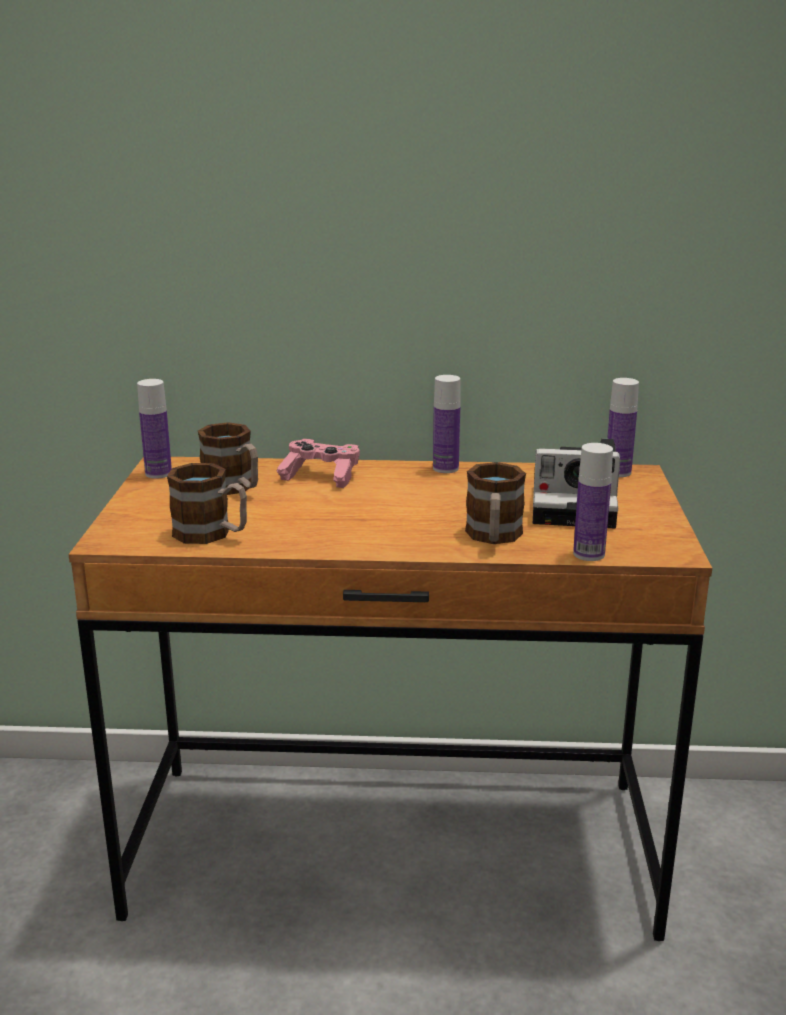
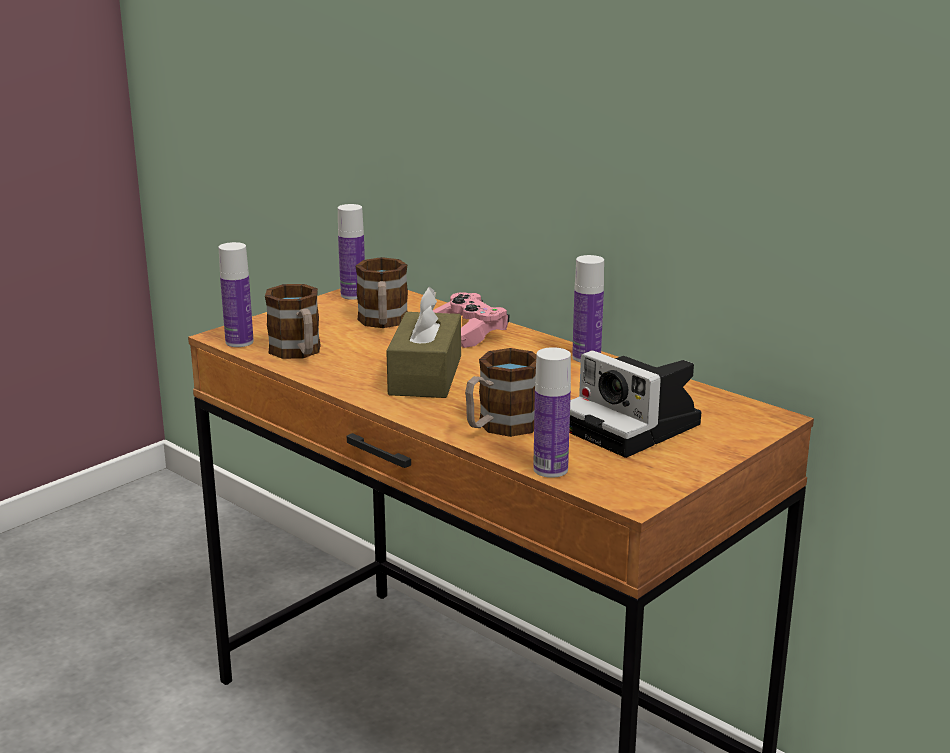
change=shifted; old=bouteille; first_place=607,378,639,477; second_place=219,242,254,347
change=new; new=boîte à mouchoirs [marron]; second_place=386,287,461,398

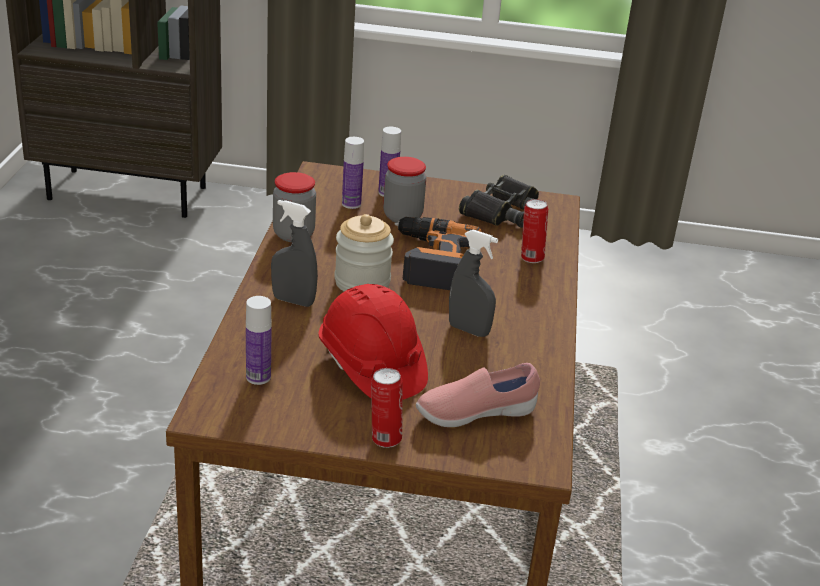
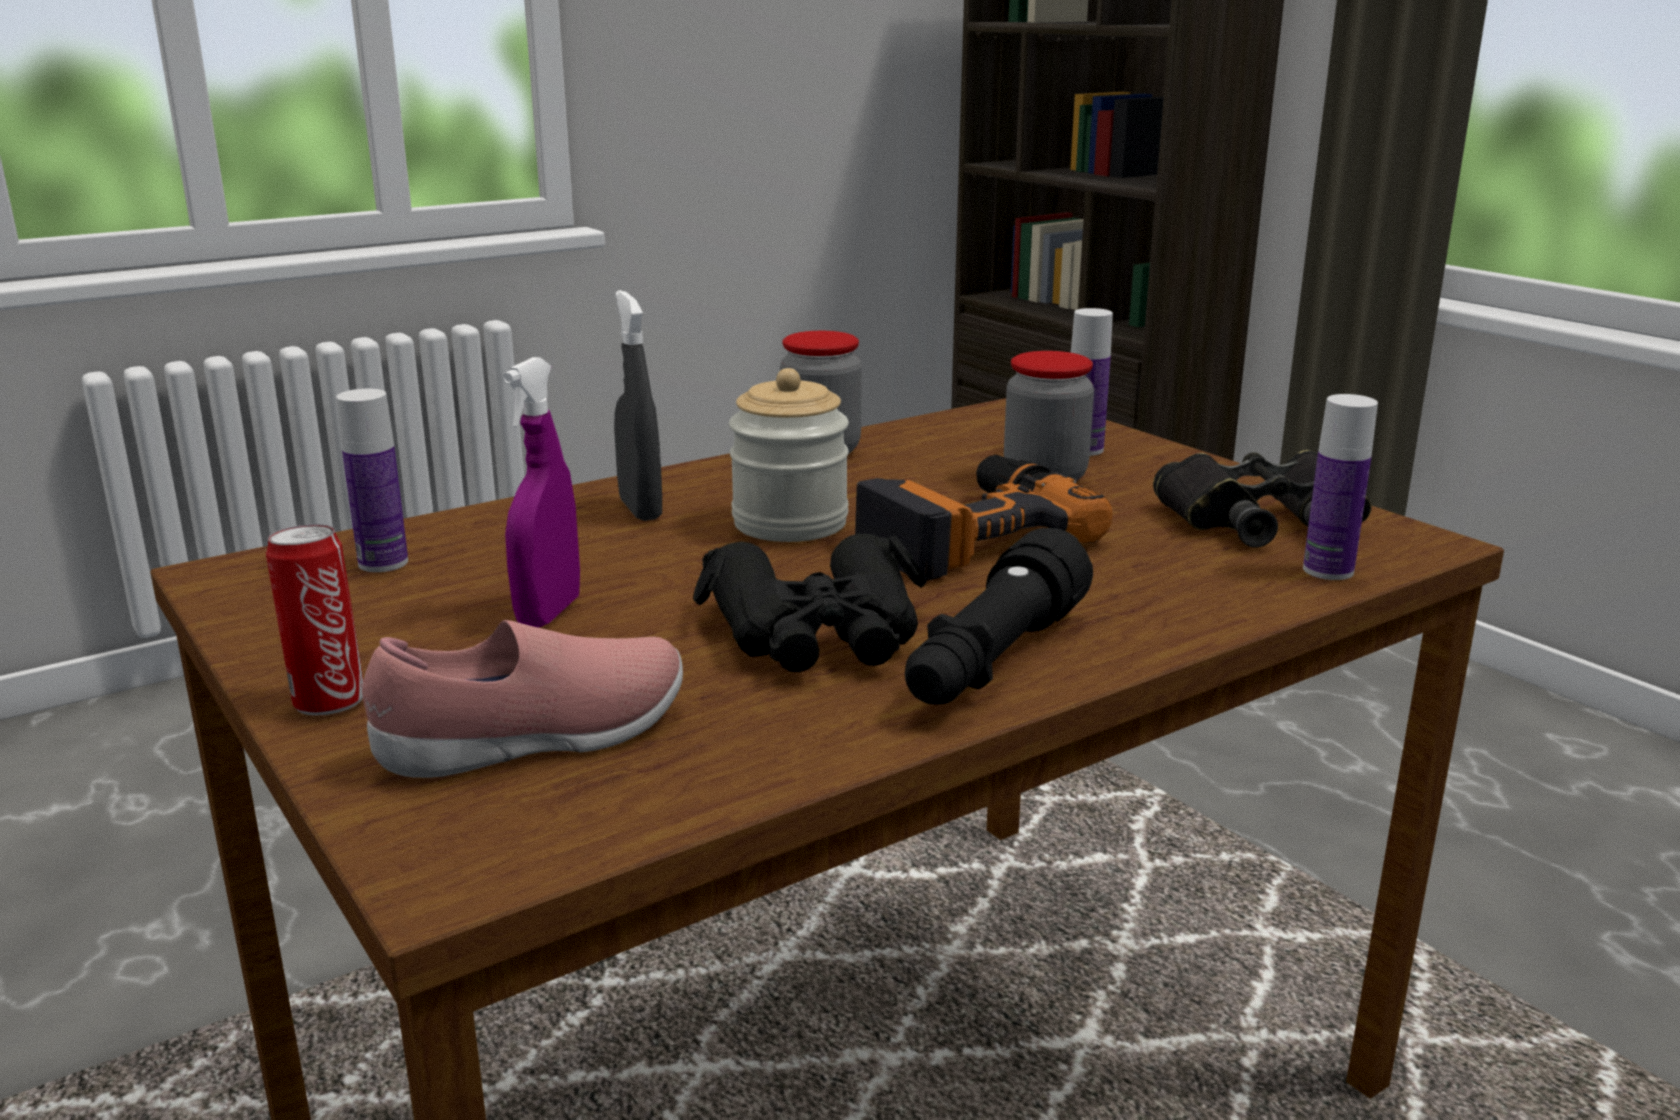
change=shifted; old=bouteille; first_place=342,137,364,209; second_place=1303,394,1378,580
change=gone; old=boîte métallique; first_place=521,199,548,263
change=swapped; old=vaporisateur [gris]; new=jumelles [noir]; first_place=449,229,498,337; second_place=693,534,926,672
change=swapped; old=casque de chantier [rouge]; new=vaporisateur [violet]; first_place=319,284,428,400; second_place=503,357,580,628
change=rotated; old=chaussure [rose]; first_place=416,363,540,427; second_place=362,620,683,778; degrees=120
change=new; new=lampe de poche [noir]; second_place=905,528,1093,705

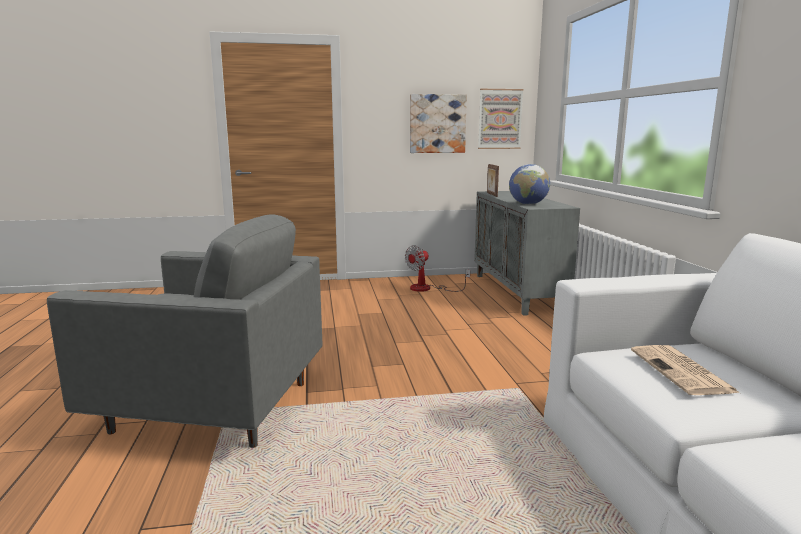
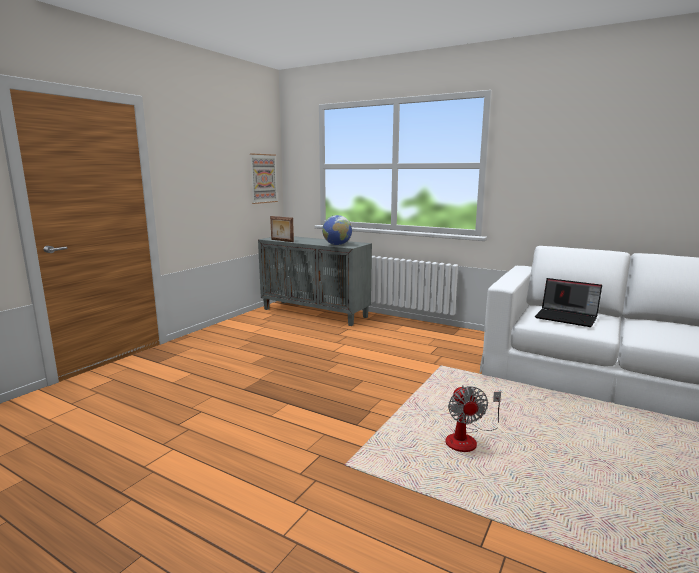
change=gone; old=tableau; first_place=410,94,467,153
change=gone; old=fauteuil [gris]; first_place=47,214,323,448
change=shifted; old=ventilateur; first_place=405,245,470,292; second_place=446,385,501,452
change=swapped; old=journal; new=ordinateur portable; first_place=631,345,740,395; second_place=535,278,602,327

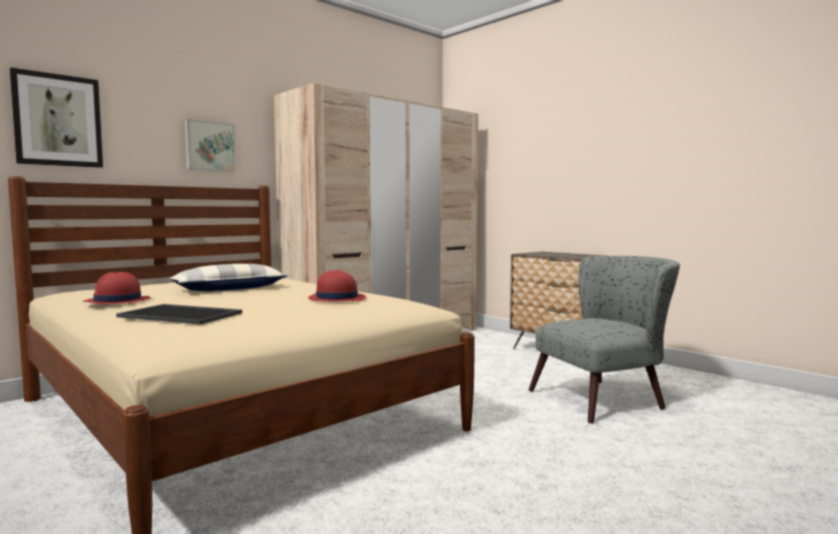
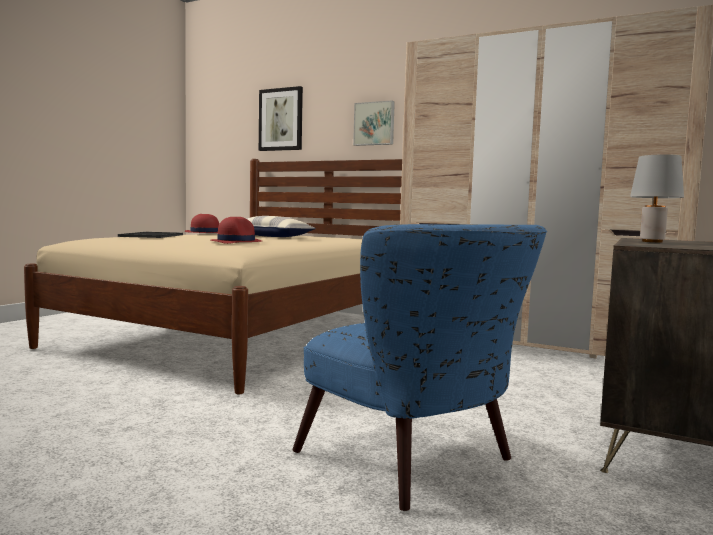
change=repainted; old=fauteuil [gris]; new=fauteuil [bleu]; first_place=529,256,680,424; second_place=293,224,547,511
change=new; new=lampe de table [gris]; second_place=630,154,684,243

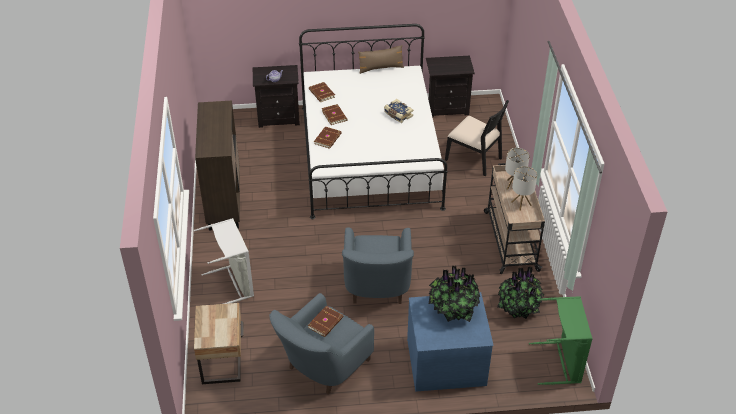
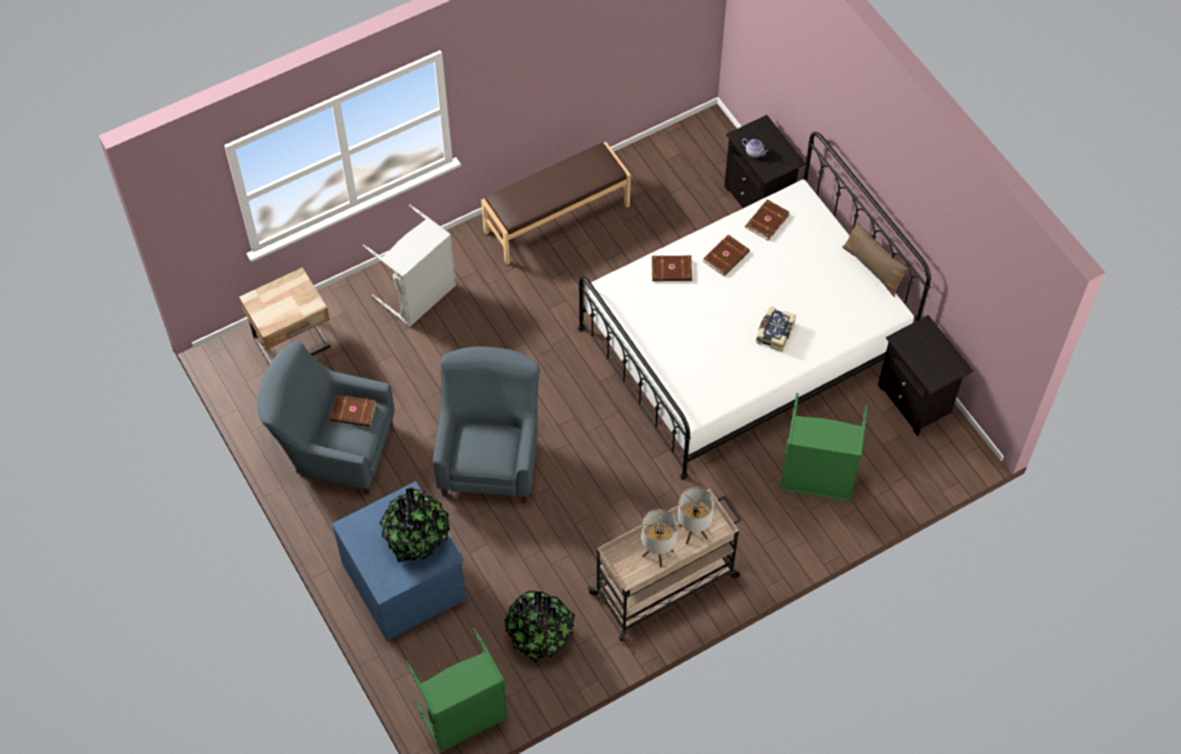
change=swapped; old=chaise [noir]; new=panier à linge [vert]; first_place=445,100,509,176; second_place=780,393,868,501
change=swapped; old=meuble de rangement [marron]; new=banc [marron]; first_place=195,101,240,231; second_place=481,142,631,265
change=rotated; old=fauteuil [bleu]; first_place=342,227,414,304; second_place=433,347,540,503; degrees=120

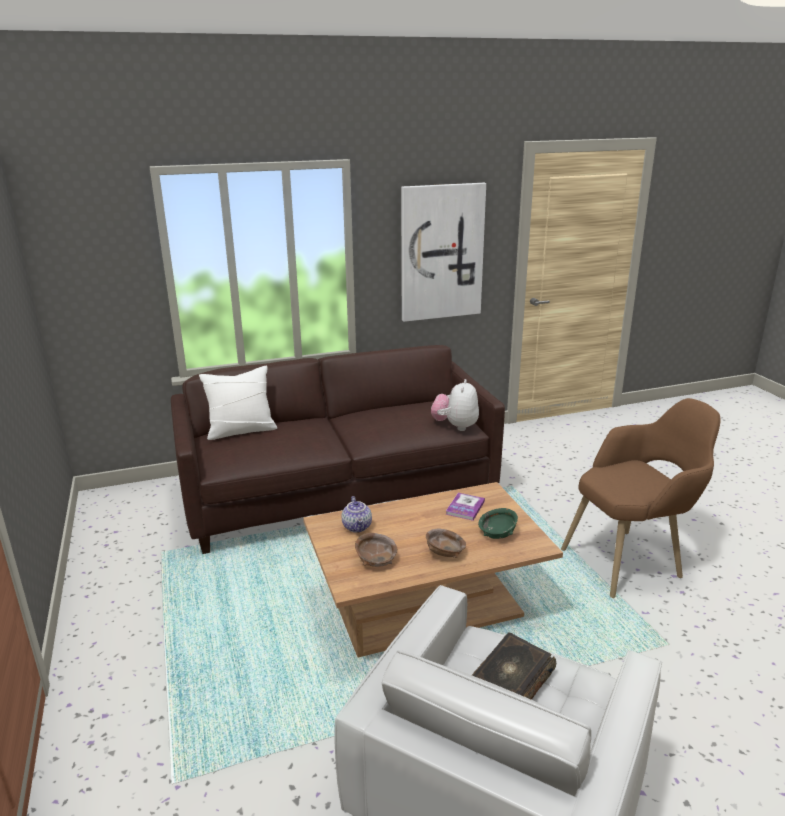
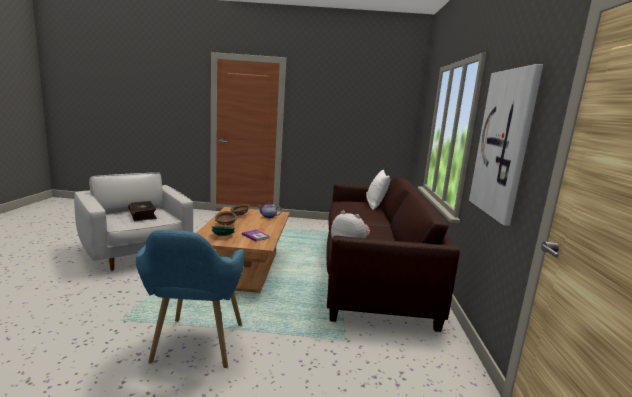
change=repainted; old=fauteuil [marron]; new=fauteuil [bleu]; first_place=561,398,721,598; second_place=136,230,244,368

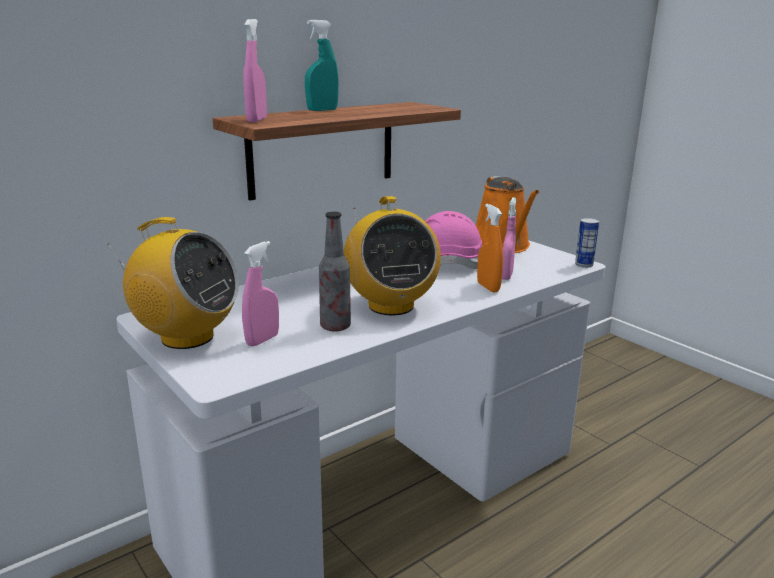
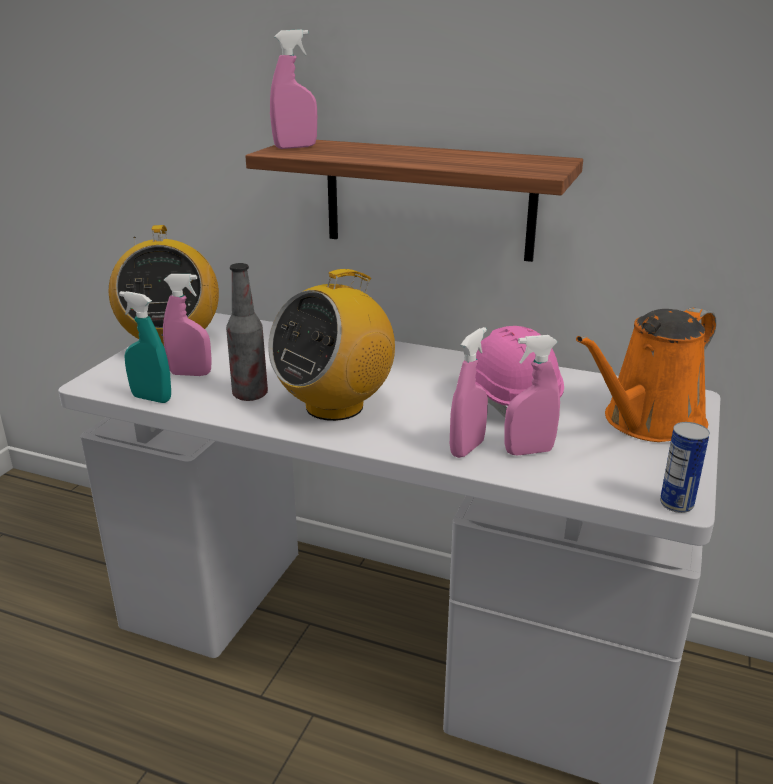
change=shifted; old=vaporisateur [turquoise]; first_place=305,20,339,111; second_place=119,291,171,403
change=repainted; old=vaporisateur [orange]; new=vaporisateur [rose]; first_place=477,204,503,292; second_place=450,327,488,458

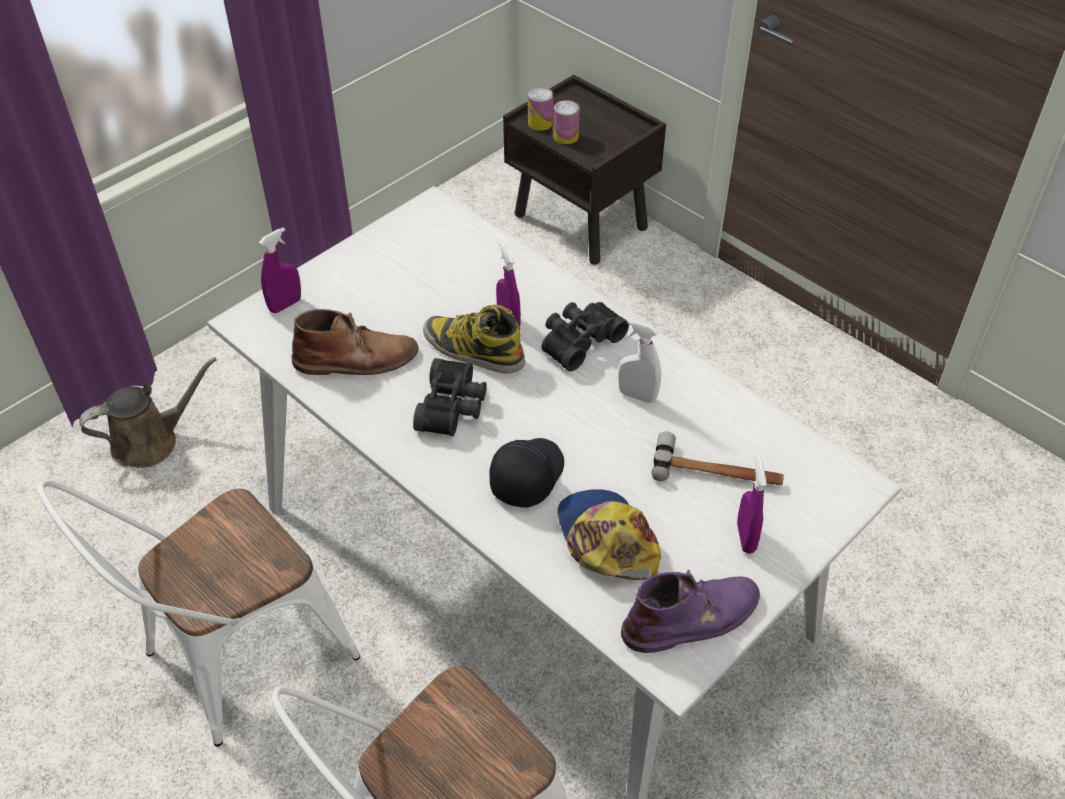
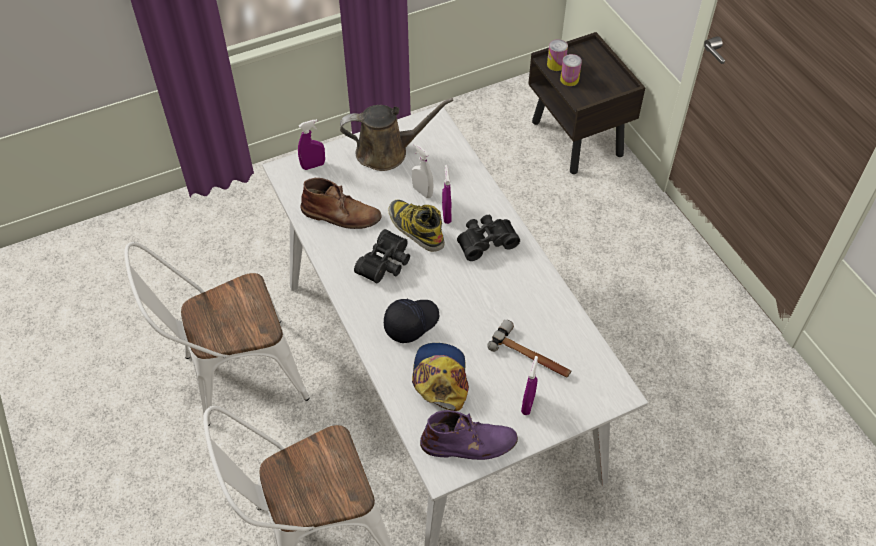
change=shifted; old=vaporisateur [blanc]; first_place=618,320,661,403; second_place=412,143,433,198
change=shifted; old=arrosoir [marron]; first_place=79,357,217,468; second_place=340,98,453,171

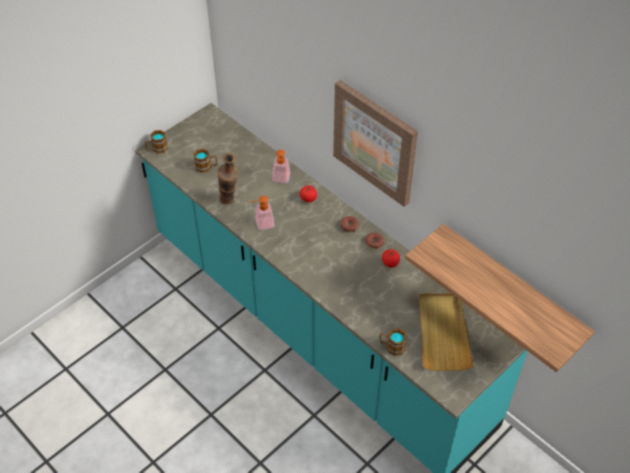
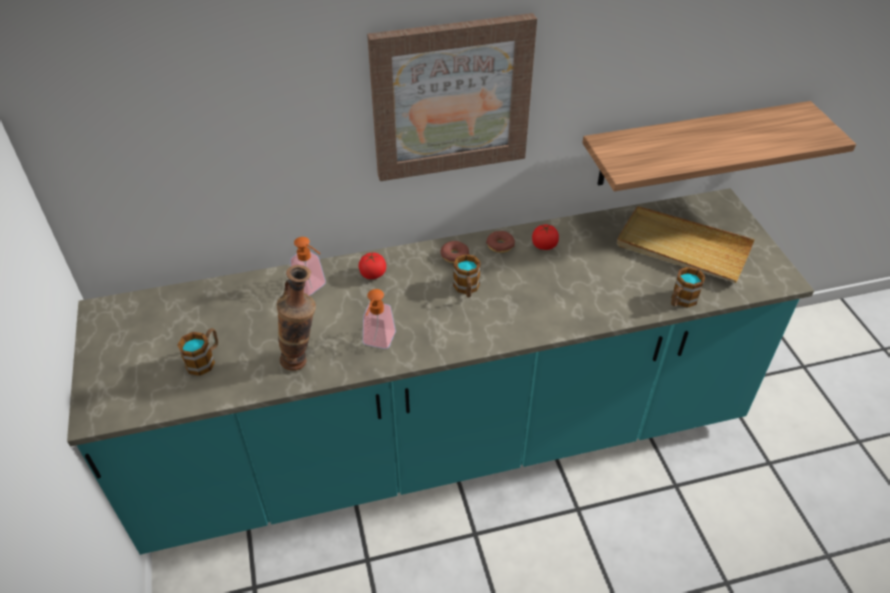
change=shifted; old=mug; first_place=145,130,168,153; second_place=453,254,481,297

